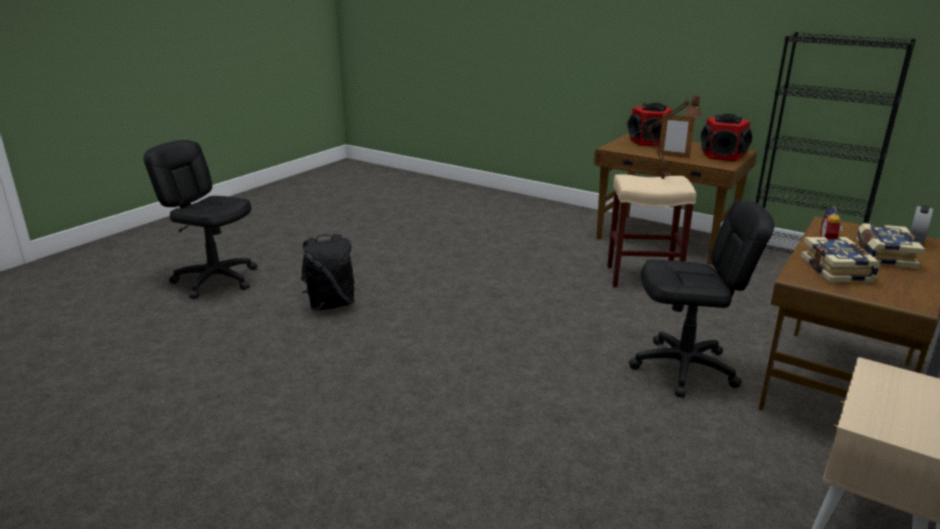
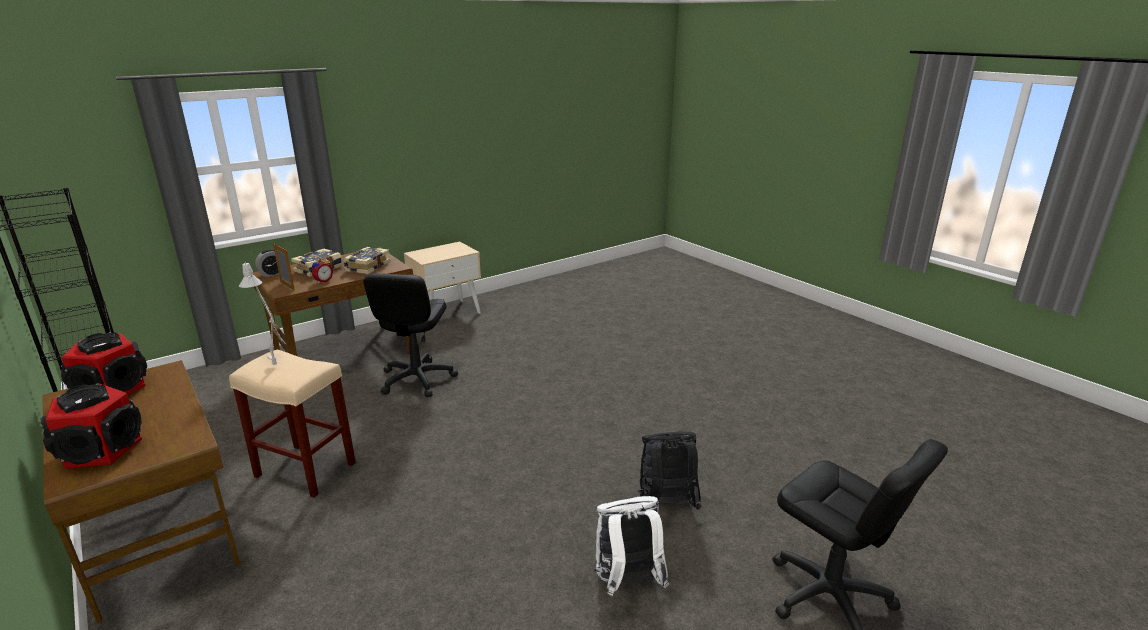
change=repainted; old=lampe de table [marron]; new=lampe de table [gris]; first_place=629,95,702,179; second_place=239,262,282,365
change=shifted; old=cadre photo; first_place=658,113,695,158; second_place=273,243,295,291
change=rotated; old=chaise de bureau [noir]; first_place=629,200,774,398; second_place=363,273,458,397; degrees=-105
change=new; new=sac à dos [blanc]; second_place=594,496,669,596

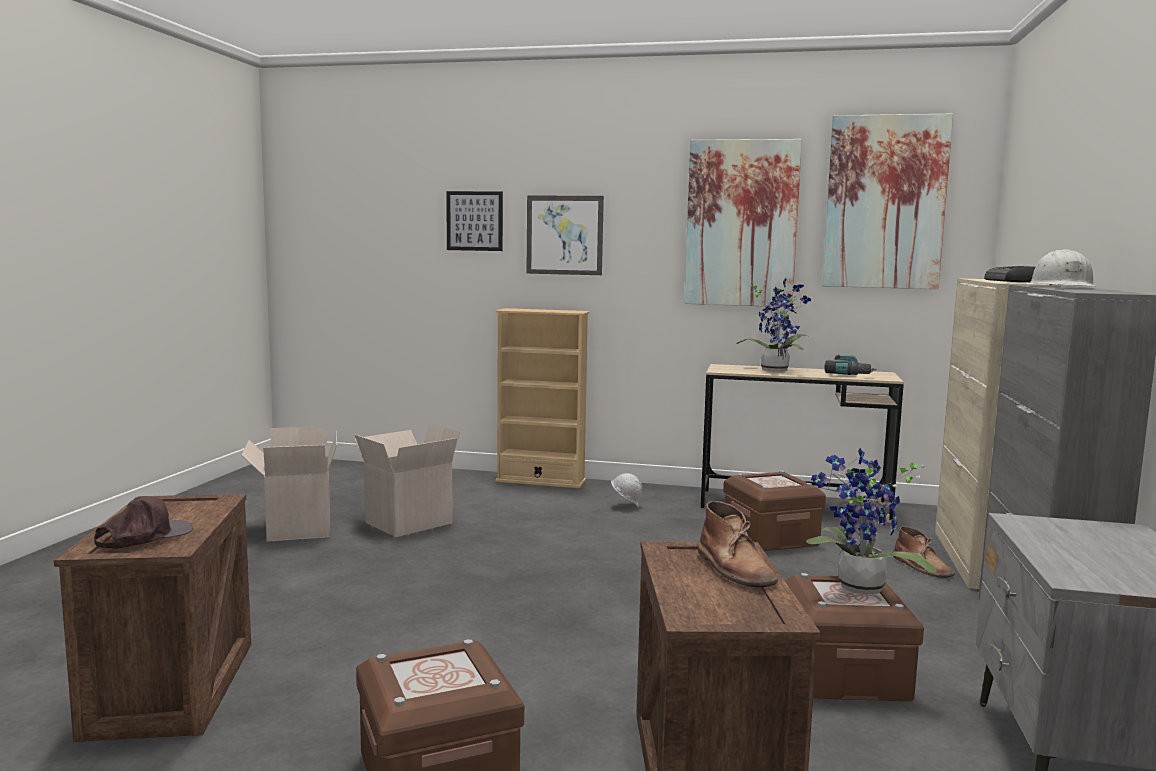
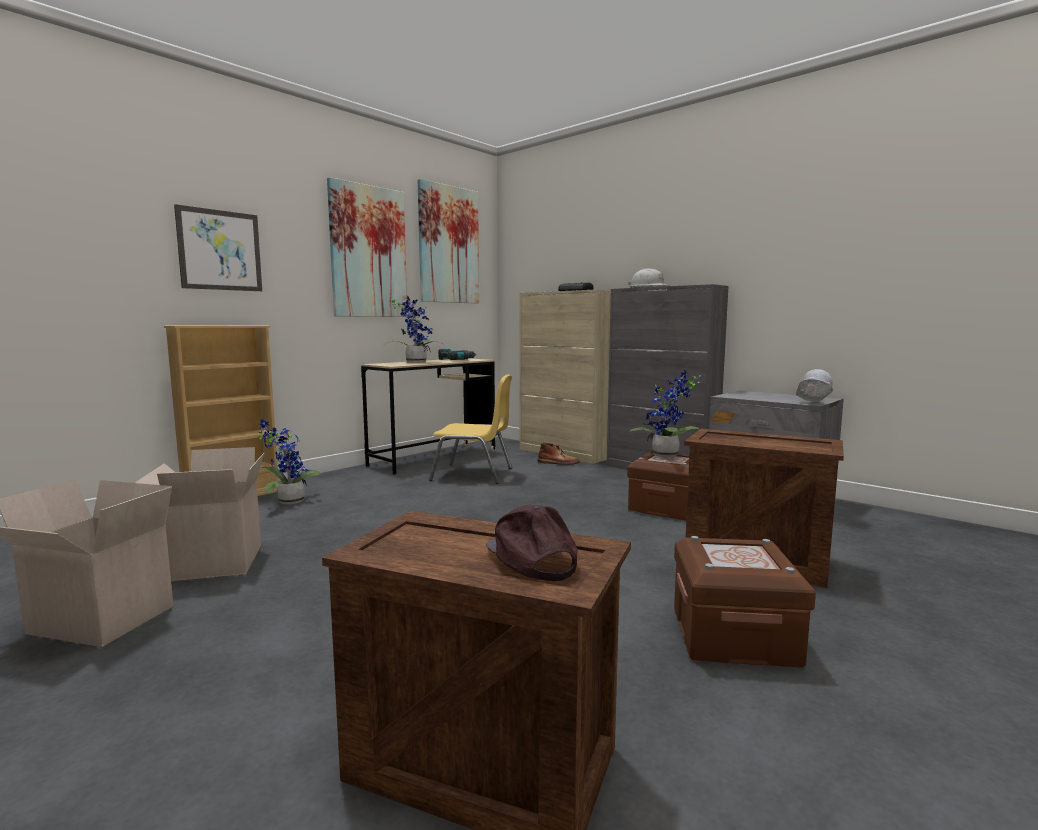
change=gone; old=tableau; first_place=446,191,503,251
change=swapped; old=boîte de rangement [marron]; new=chaise [jaune]; first_place=723,470,826,551; second_place=429,374,512,484
change=shifted; old=casque de chantier [blanc]; first_place=611,473,643,507; second_place=796,369,833,403
change=gone; old=botte [marron]; first_place=698,501,778,587
change=new; new=plante en pot; second_place=258,419,320,505

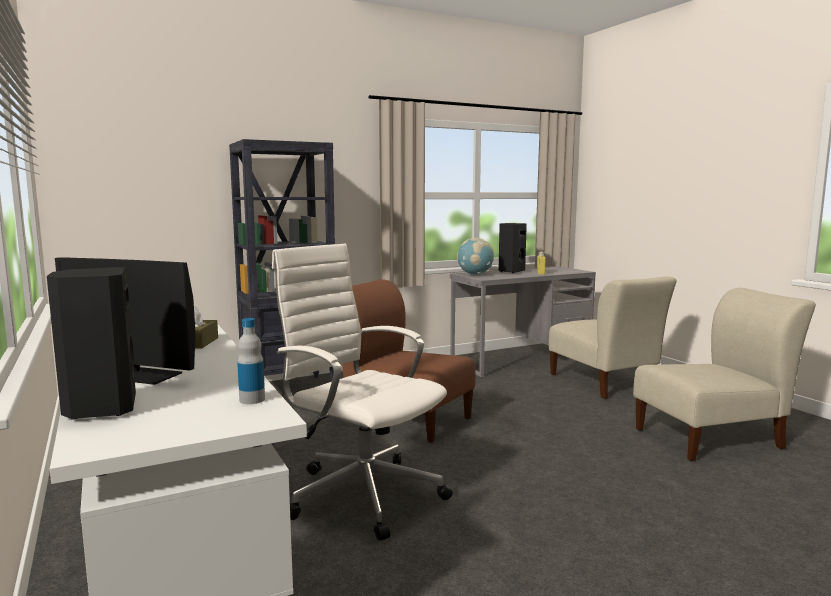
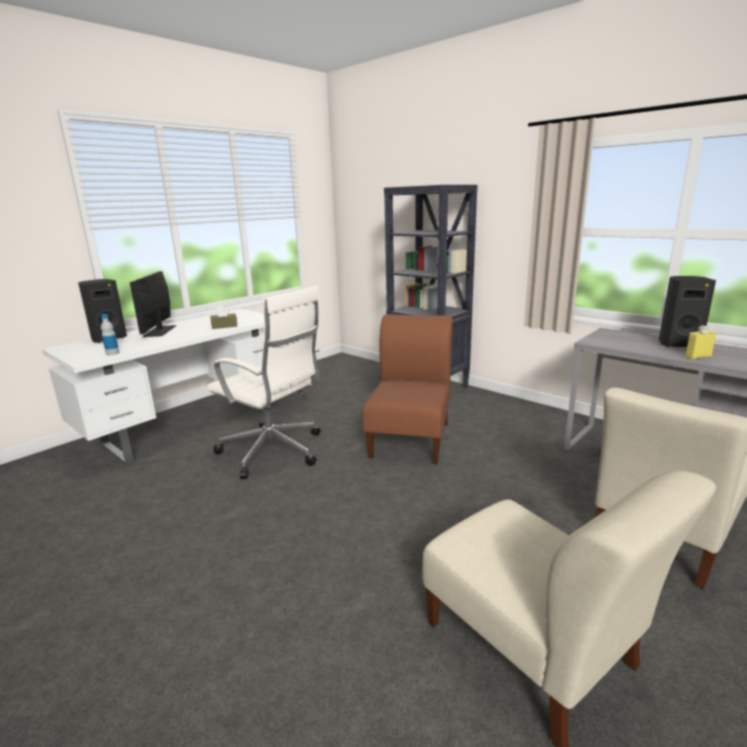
change=gone; old=globe; first_place=457,237,494,274
change=rotated; old=chaise de bureau [blanc]; first_place=272,244,453,541; second_place=207,286,321,479; degrees=105

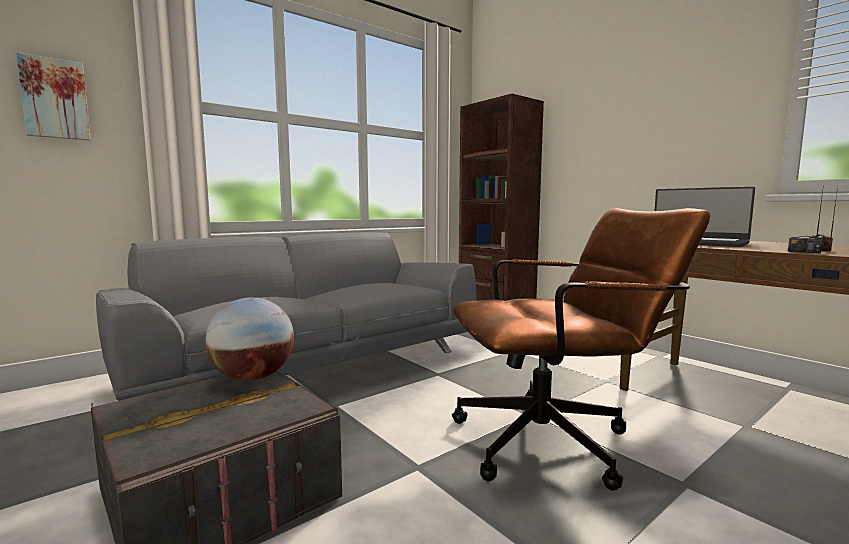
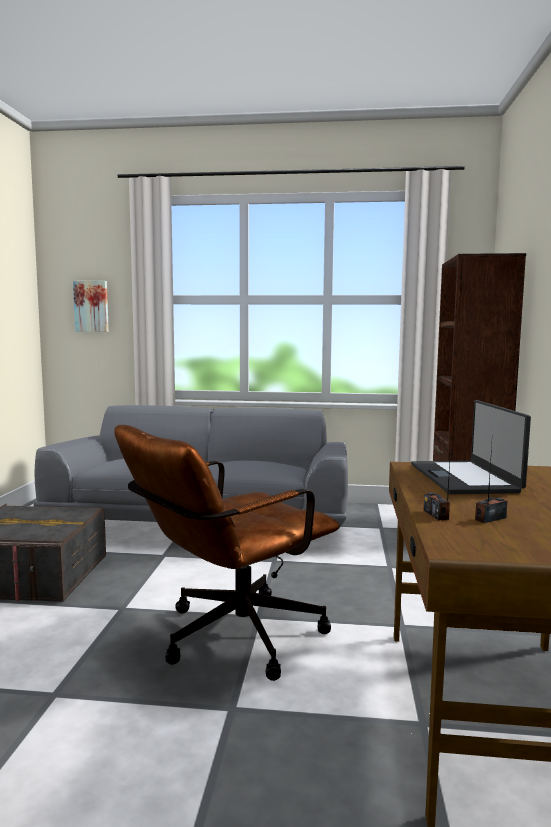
change=rotated; old=chaise de bureau [marron]; first_place=452,208,710,491; second_place=115,425,339,681; degrees=105
change=gone; old=globe; first_place=205,297,294,381

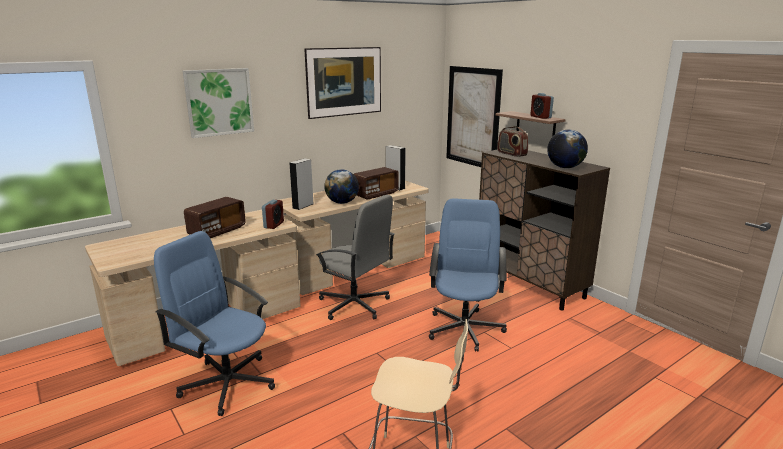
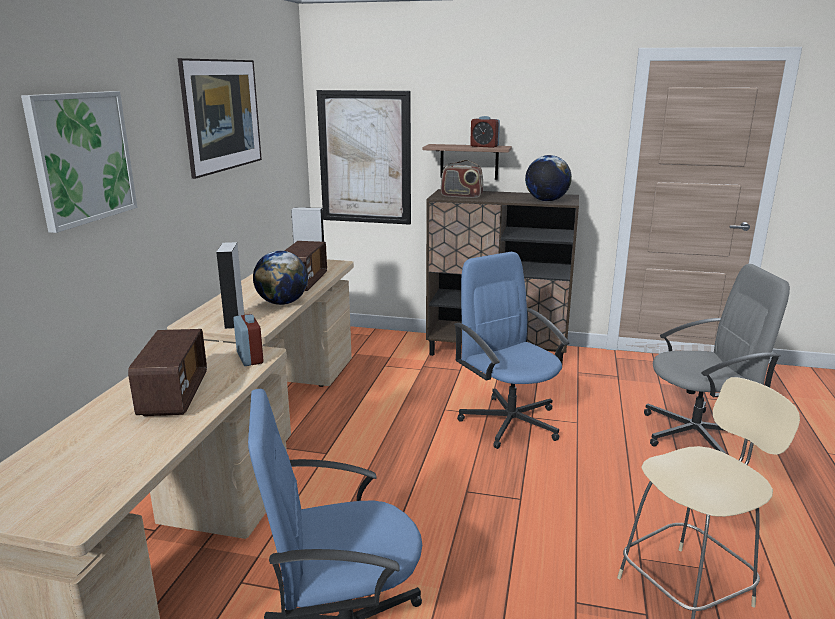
change=shifted; old=chaise de bureau [gris]; first_place=316,195,394,320; second_place=644,264,790,454

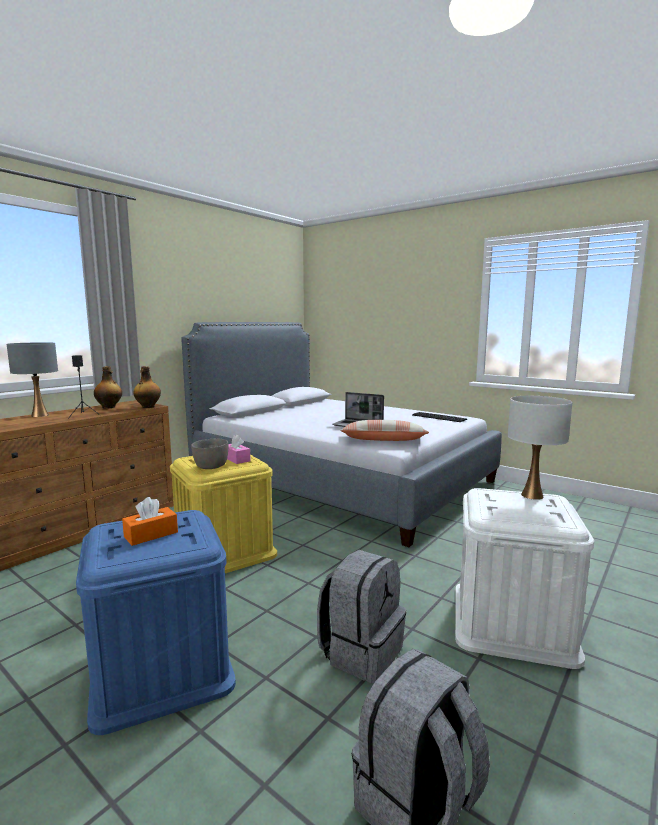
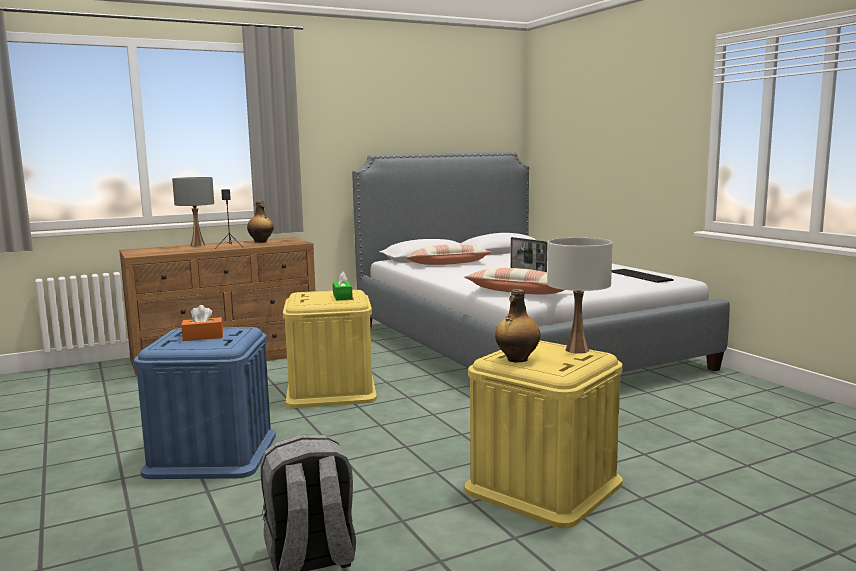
change=shifted; old=bouteille; first_place=133,366,161,408; second_place=495,289,540,363
change=repainted; old=boîte à mouchoirs [rose]; new=boîte à mouchoirs [vert]; first_place=227,435,251,464; second_place=333,272,353,300
change=gone; old=bol [gris]; first_place=191,439,228,469
change=repainted; old=boîte de rangement [blanc]; new=boîte de rangement [jaune]; first_place=455,488,594,669; second_place=465,341,623,528
change=gone; old=sac à dos [gris]; first_place=317,550,406,683
change=new; new=coussin; second_place=406,244,491,265

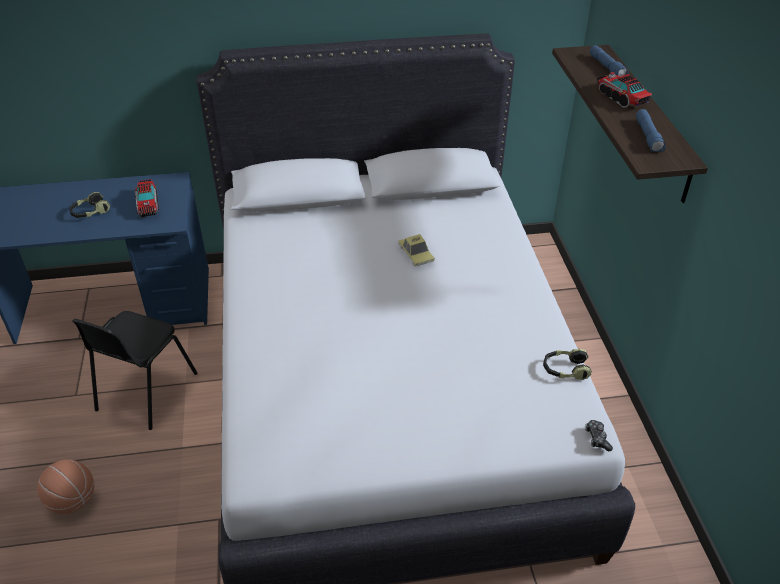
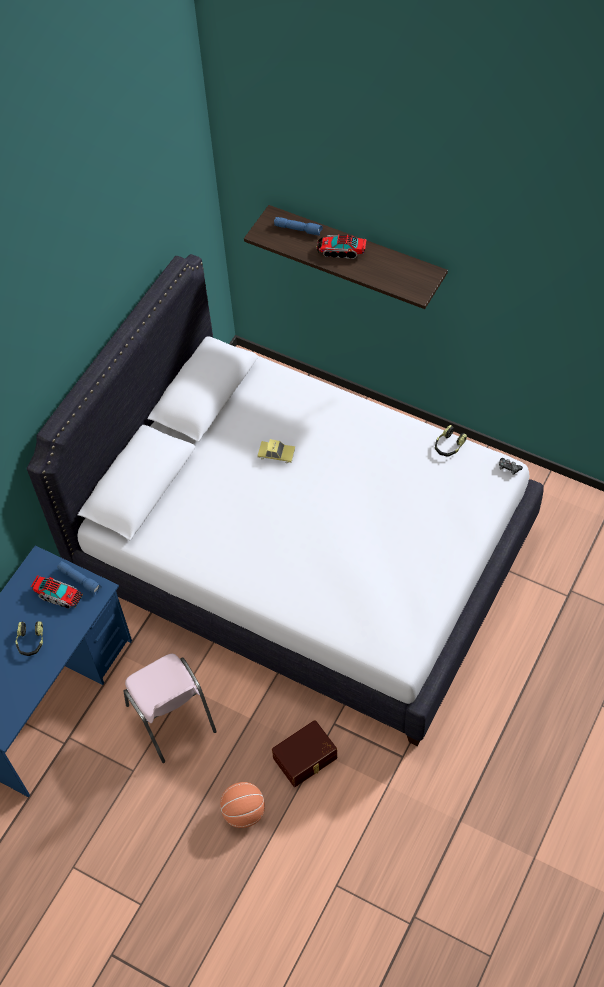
change=shifted; old=lampe de poche [bleu]; first_place=636,109,666,152; second_place=57,561,102,595
change=repainted; old=chaise [noir]; new=chaise [rose]; first_place=72,311,198,430; second_place=124,654,217,763
change=new; new=boîte de rangement [marron]; second_place=272,720,337,787

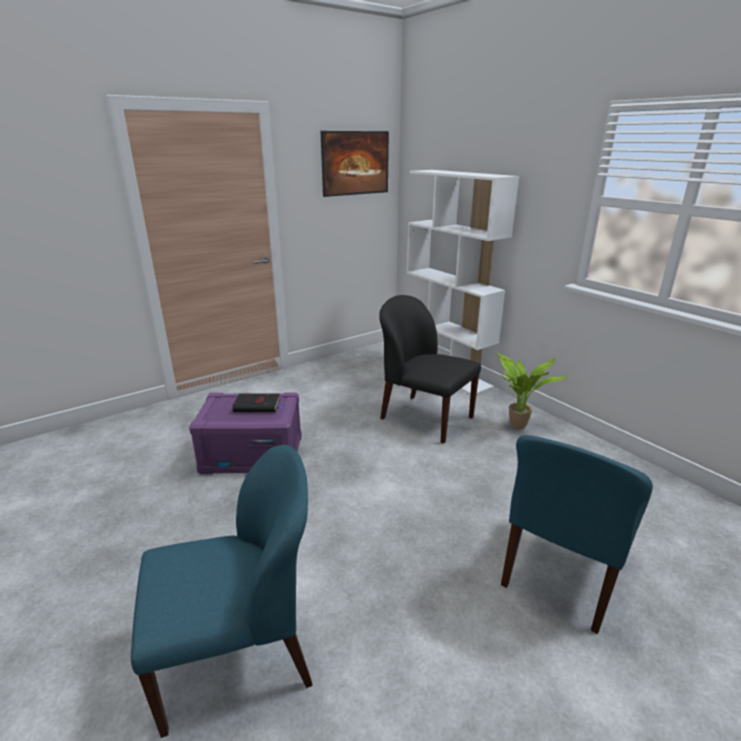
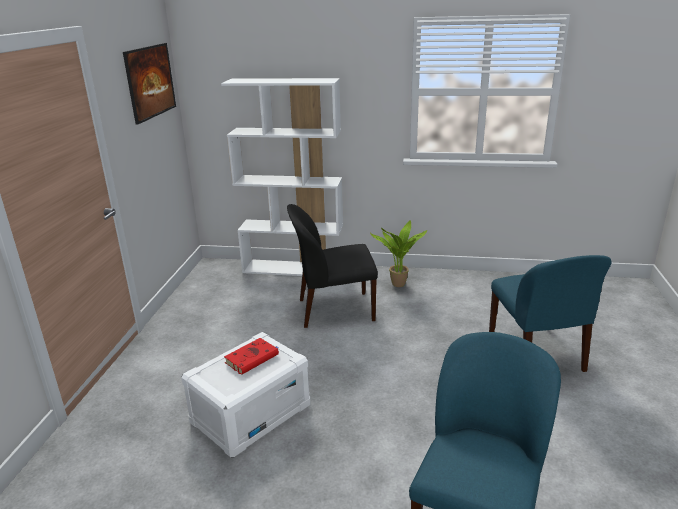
change=repainted; old=boîte de rangement [violet]; new=boîte de rangement [blanc]; first_place=189,393,302,474; second_place=181,332,310,458
change=repainted; old=livre [noir]; new=livre [rouge]; first_place=233,393,285,412; second_place=224,338,279,375

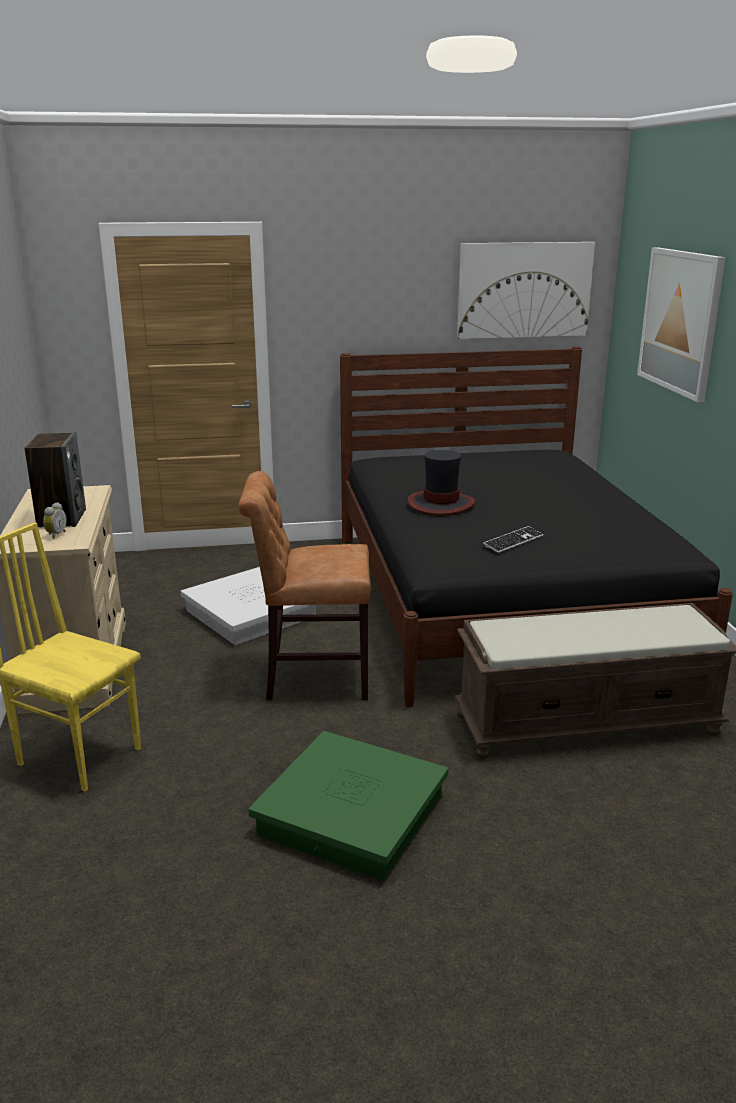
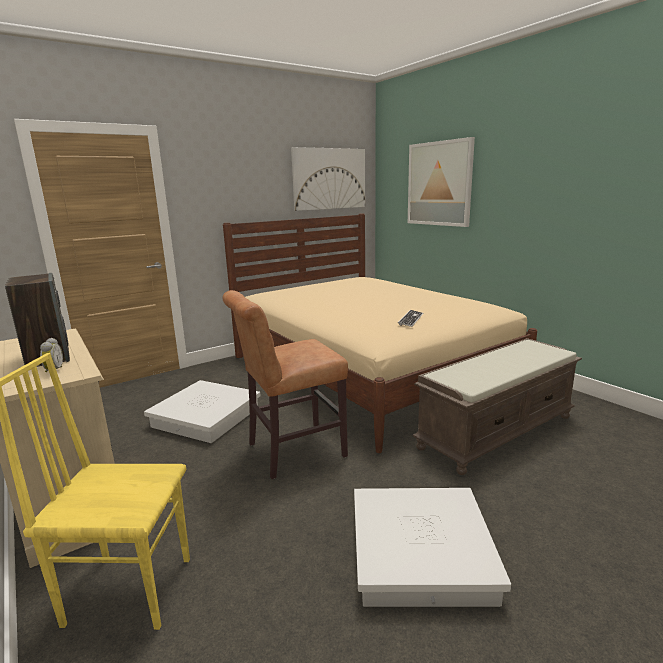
change=repainted; old=lit [noir]; new=lit [beige]; first_place=340,346,733,707; second_place=223,213,537,453
change=gone; old=chapeau; first_place=407,450,475,516
change=repainted; old=boîte de rangement [vert]; new=boîte de rangement [blanc]; first_place=248,731,448,881; second_place=354,488,511,607

